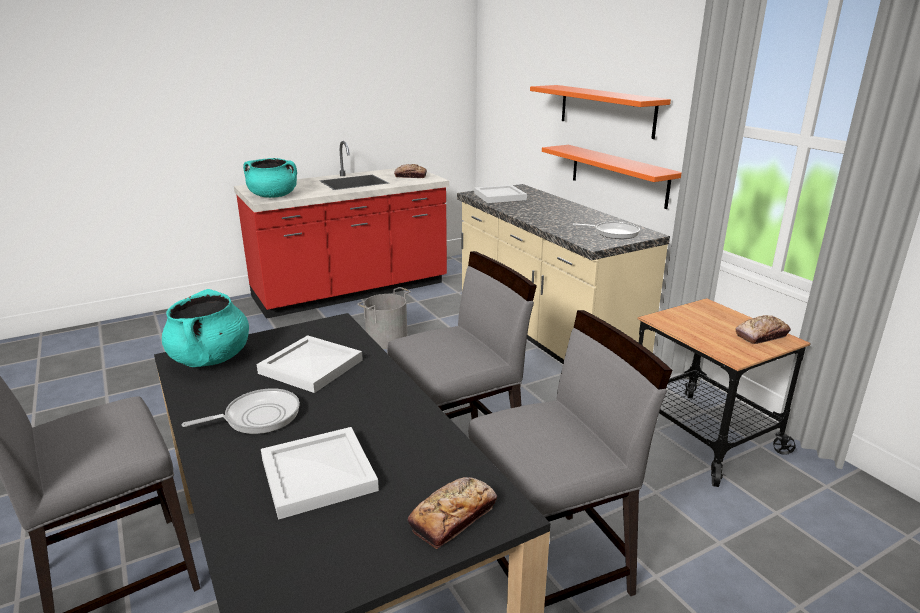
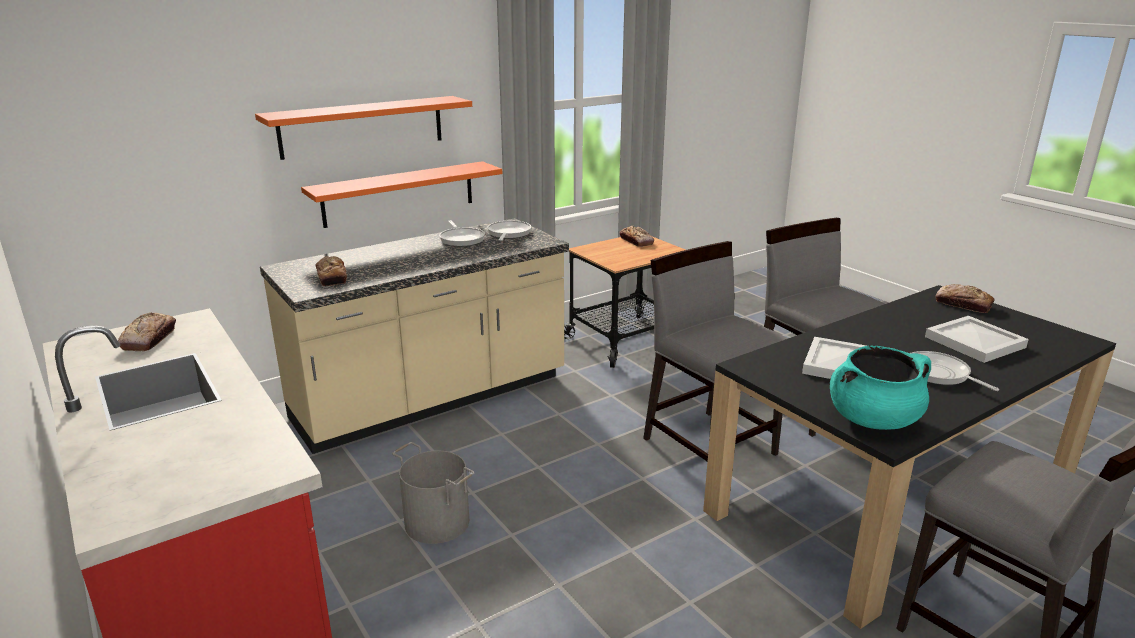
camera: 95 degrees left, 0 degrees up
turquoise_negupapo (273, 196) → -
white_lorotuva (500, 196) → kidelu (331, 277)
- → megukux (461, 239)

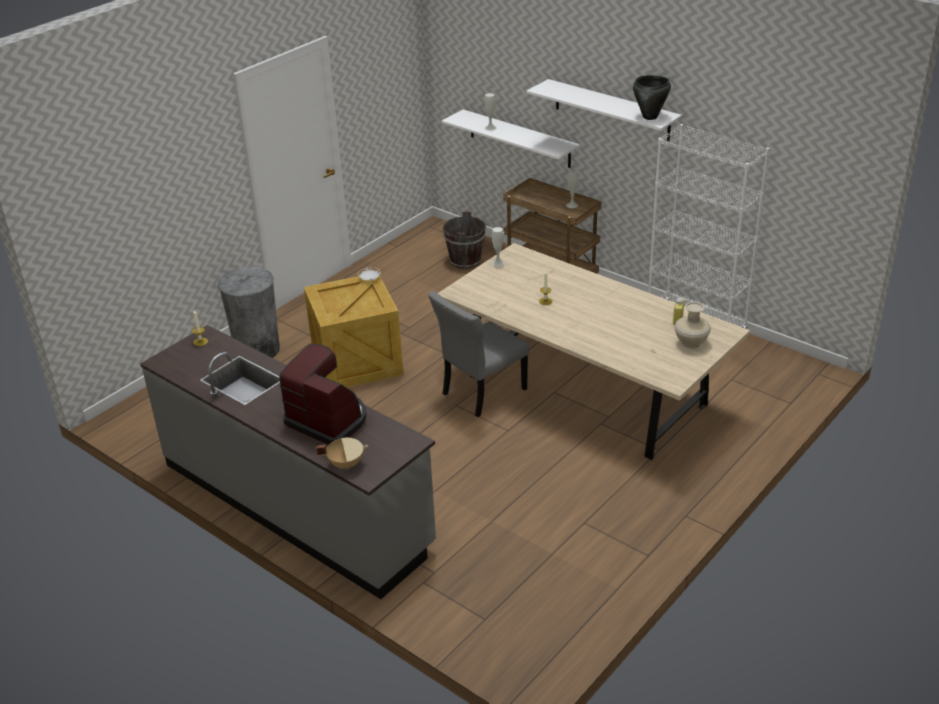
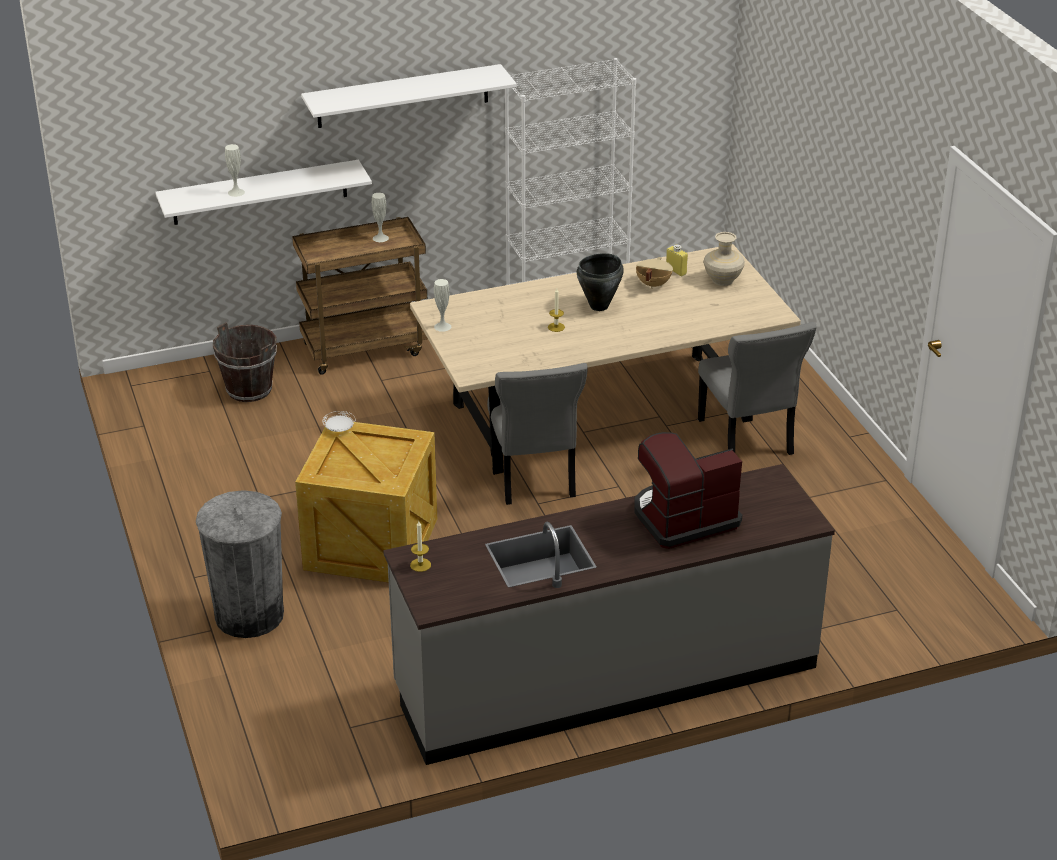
camera: 60 degrees left, 0 degrees up
beige_negupapo (345, 464) → beige_negupapo (652, 284), move
black_negupapo (650, 117) → black_negupapo (599, 306), move
- → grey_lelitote (746, 439)

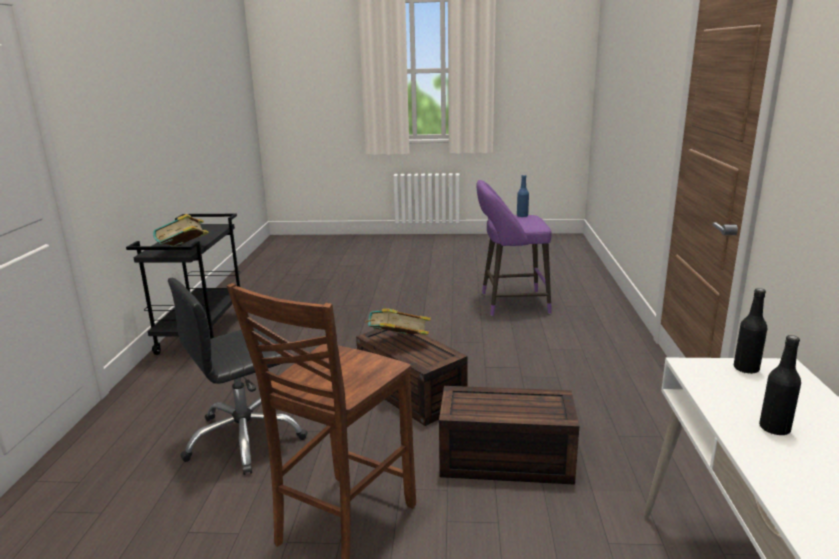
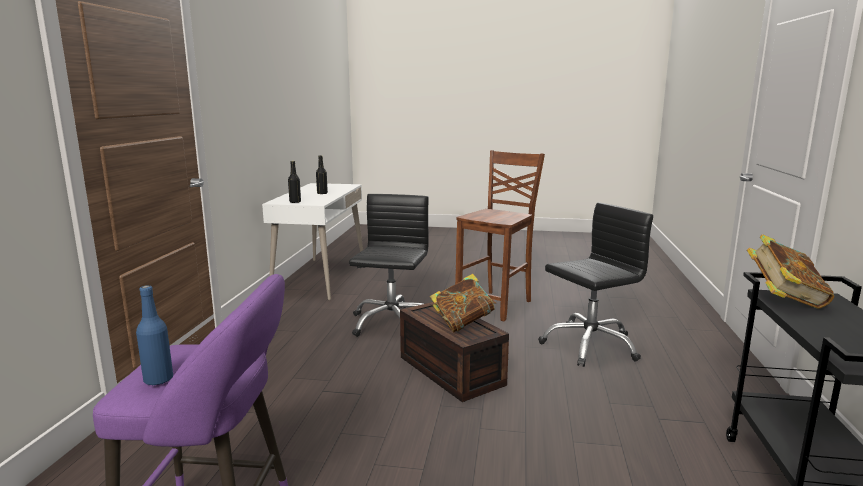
camera: 175 degrees left, 5 degrees down
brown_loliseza (503, 461) → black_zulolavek (391, 323)

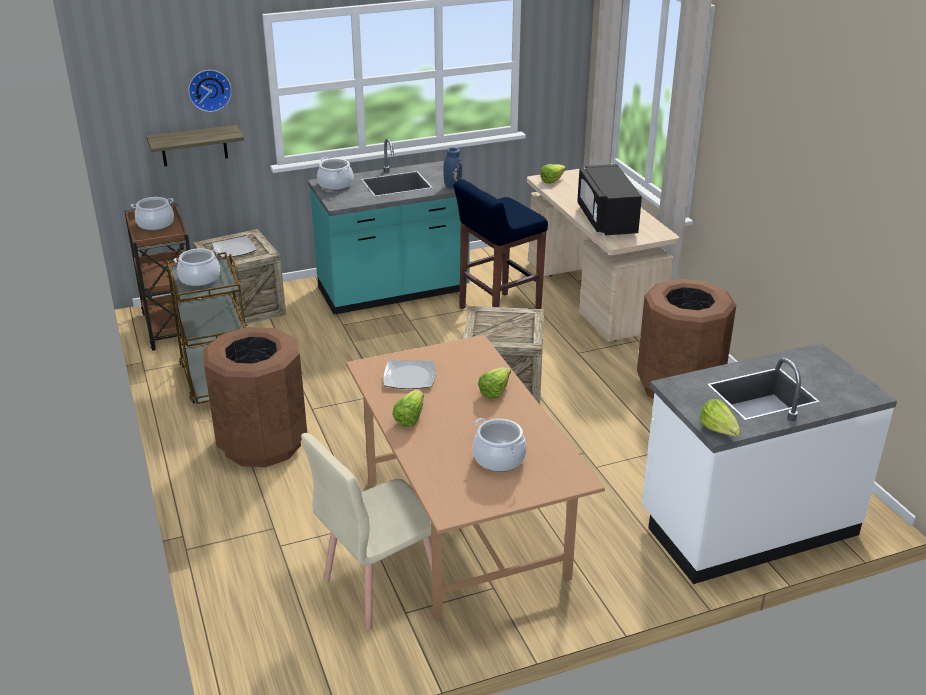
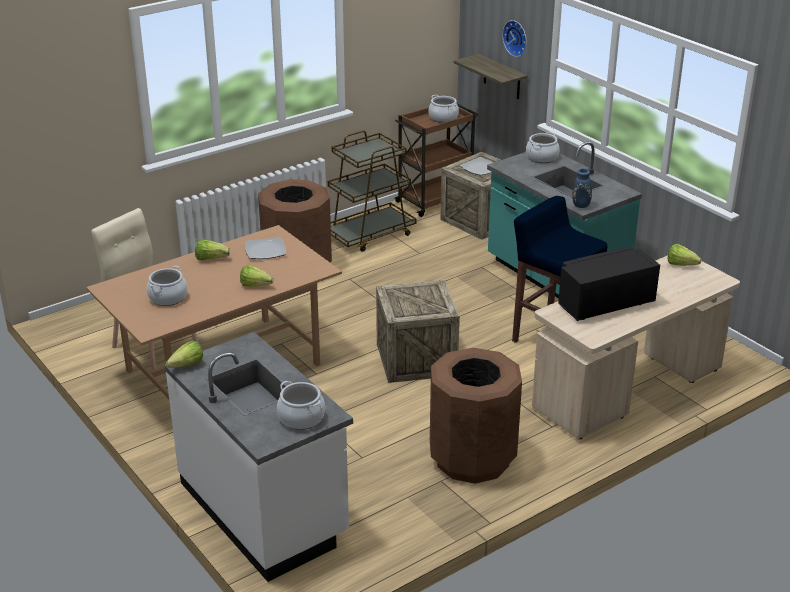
camera: 75 degrees right, 0 degrees up
negupapo (200, 279) → negupapo (301, 418), move

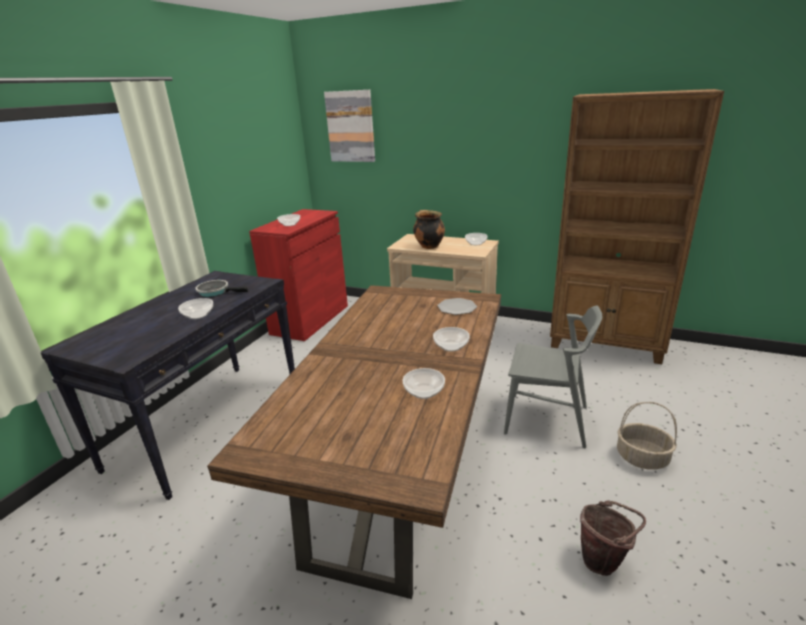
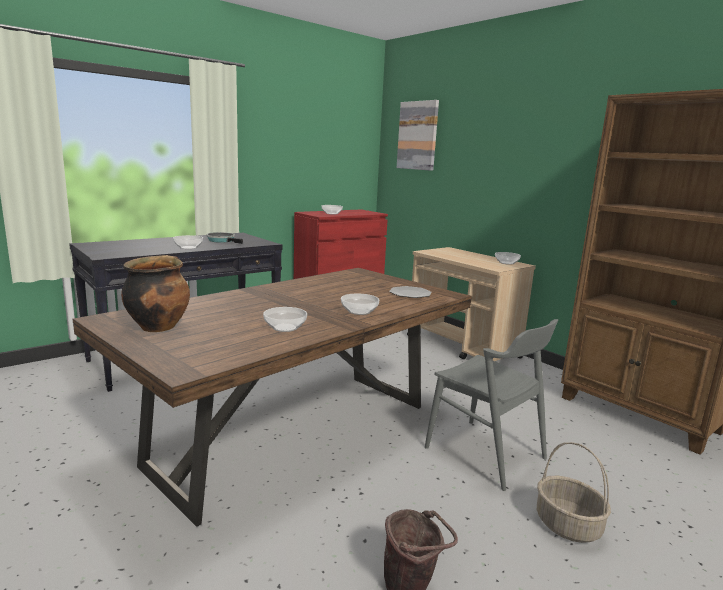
camera: 25 degrees right, 10 degrees down
negupapo (428, 246) → negupapo (158, 326), move

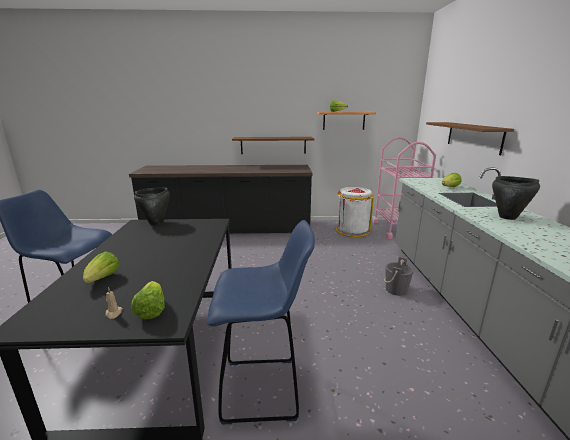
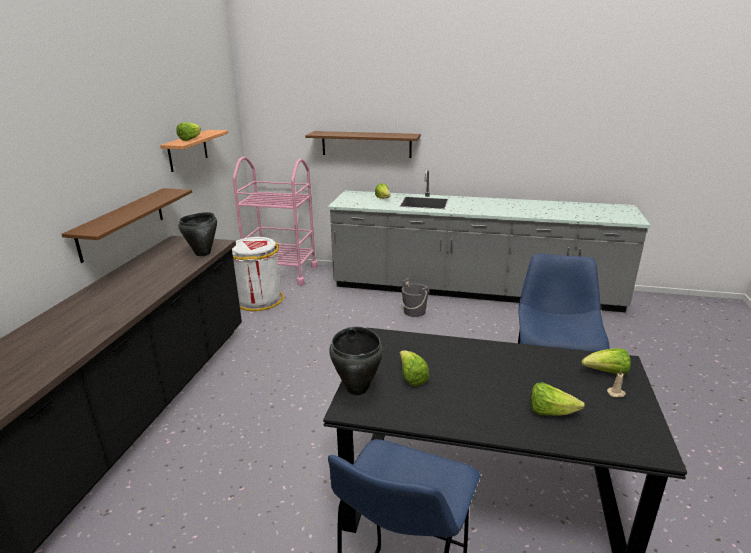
camera: 75 degrees left, 5 degrees up
black_negupapo (508, 217) → black_negupapo (203, 253), move
- → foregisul (412, 378)

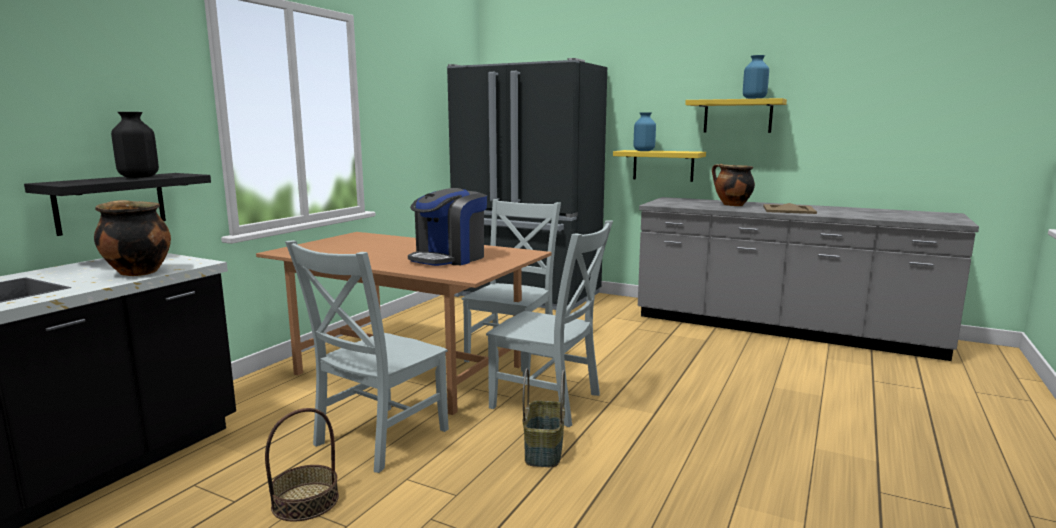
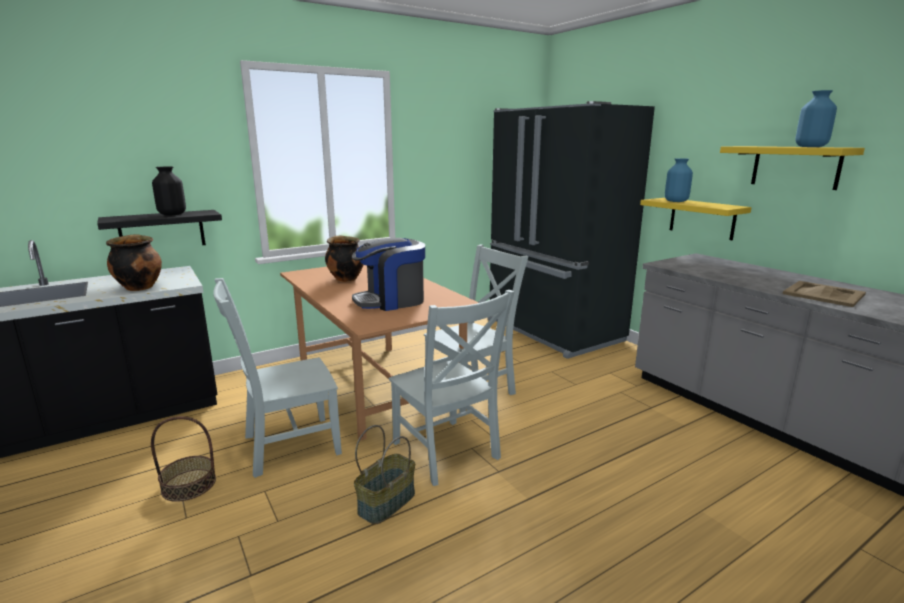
camera: 30 degrees right, 5 degrees up
negupapo (731, 205) → negupapo (345, 279), move

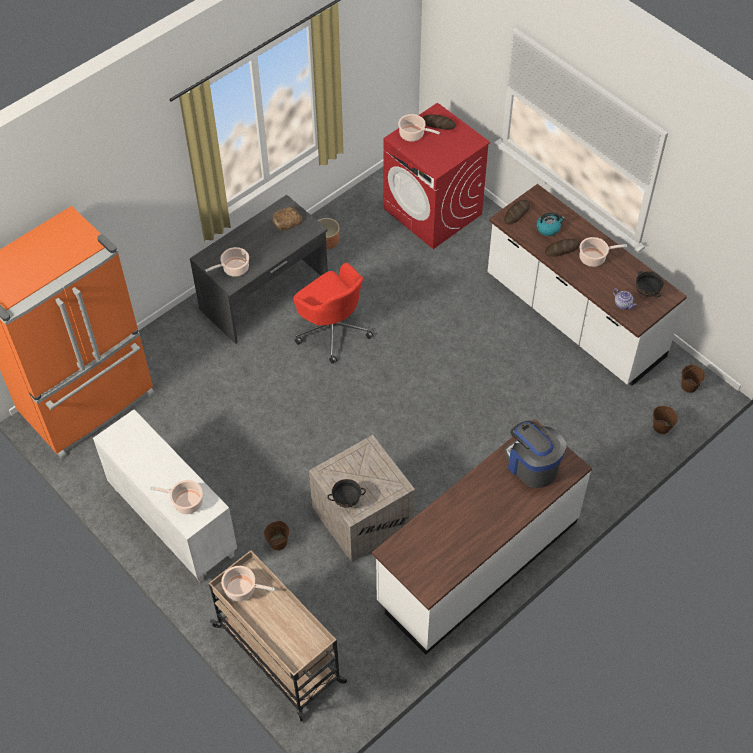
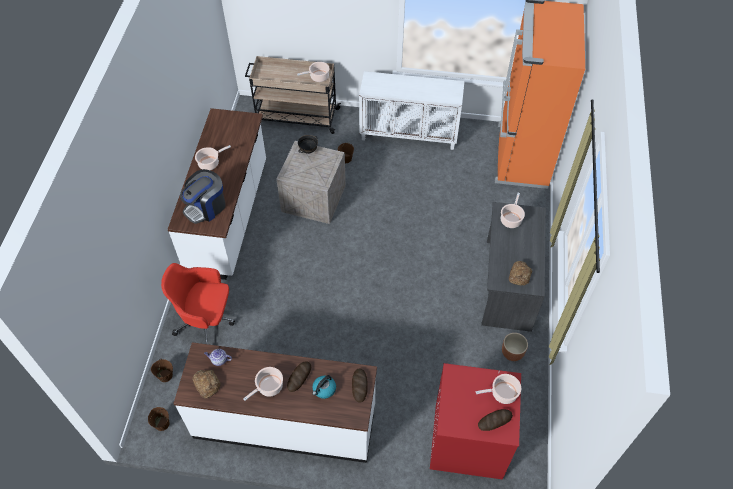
camera: 140 degrees right, 0 degrees up
negupapo (185, 502) → negupapo (210, 163), move
red_zulolavek (332, 329) → red_zulolavek (206, 321), move
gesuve (532, 465) → gesuve (206, 207), 120 degrees clockwise
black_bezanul (647, 292) → kidelu (206, 384)

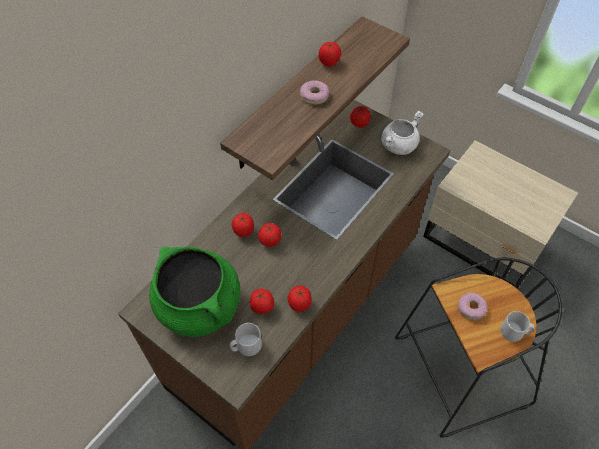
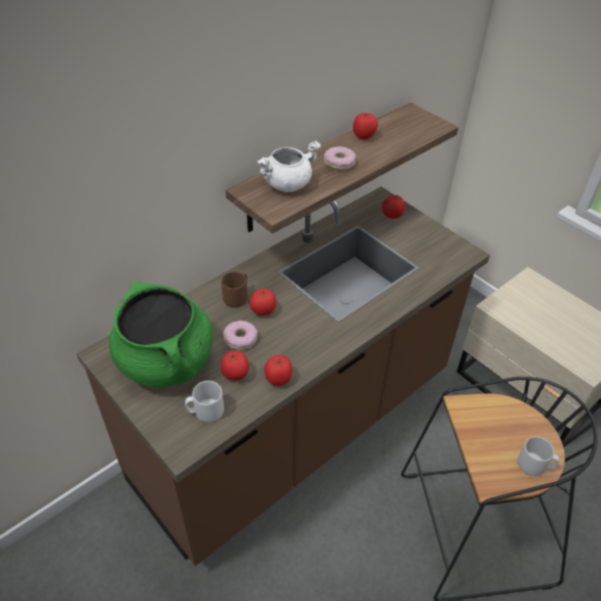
camera: 10 degrees right, 10 degrees down
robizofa (244, 231) → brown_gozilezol (237, 297)
white_negupapo (398, 145) → white_negupapo (287, 183), move
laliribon (471, 308) → laliribon (240, 339), move

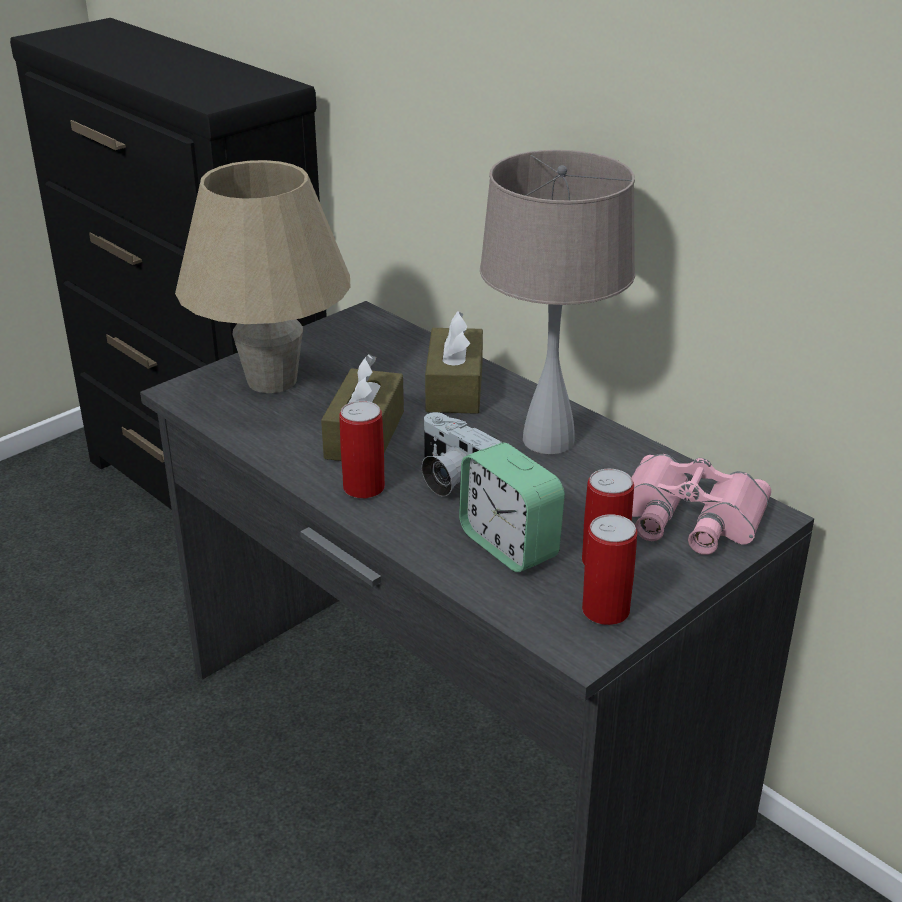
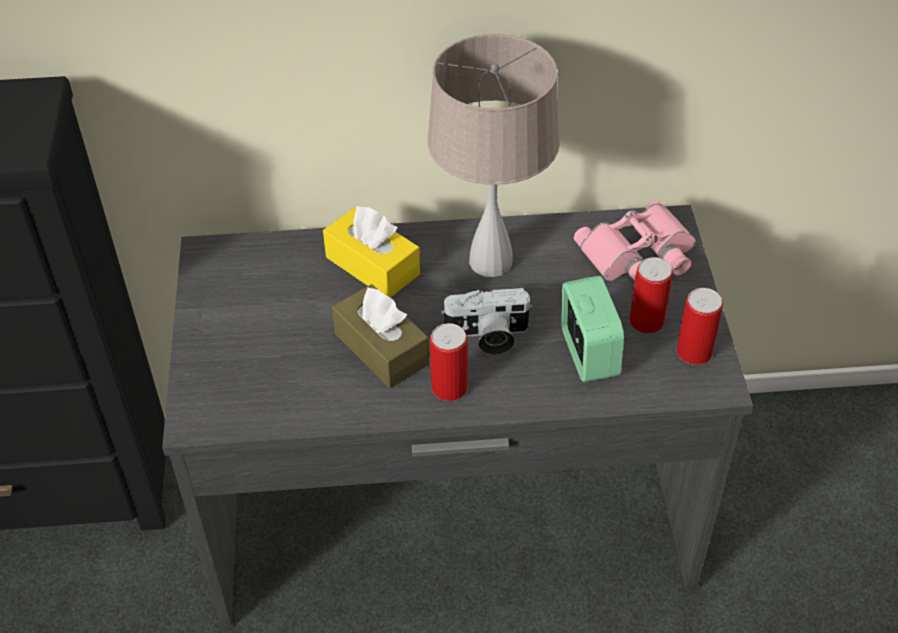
camera: 50 degrees left, 15 degrees up
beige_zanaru (272, 380) → -
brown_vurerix (454, 388) → yellow_vurerix (372, 266)
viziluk (509, 545) → viziluk (588, 354), 105 degrees counterclockwise

